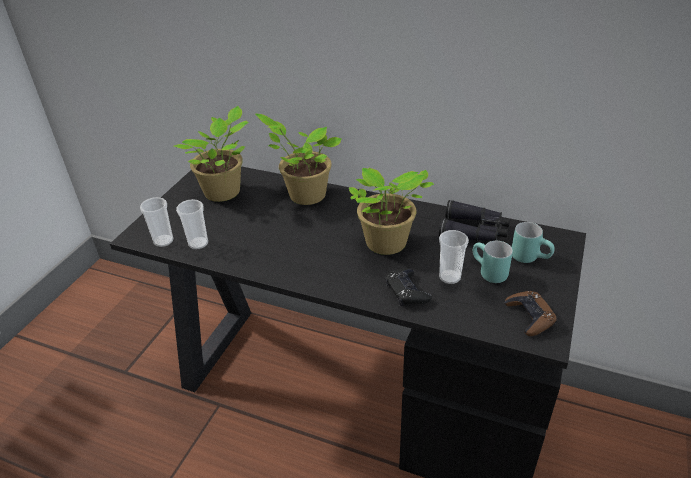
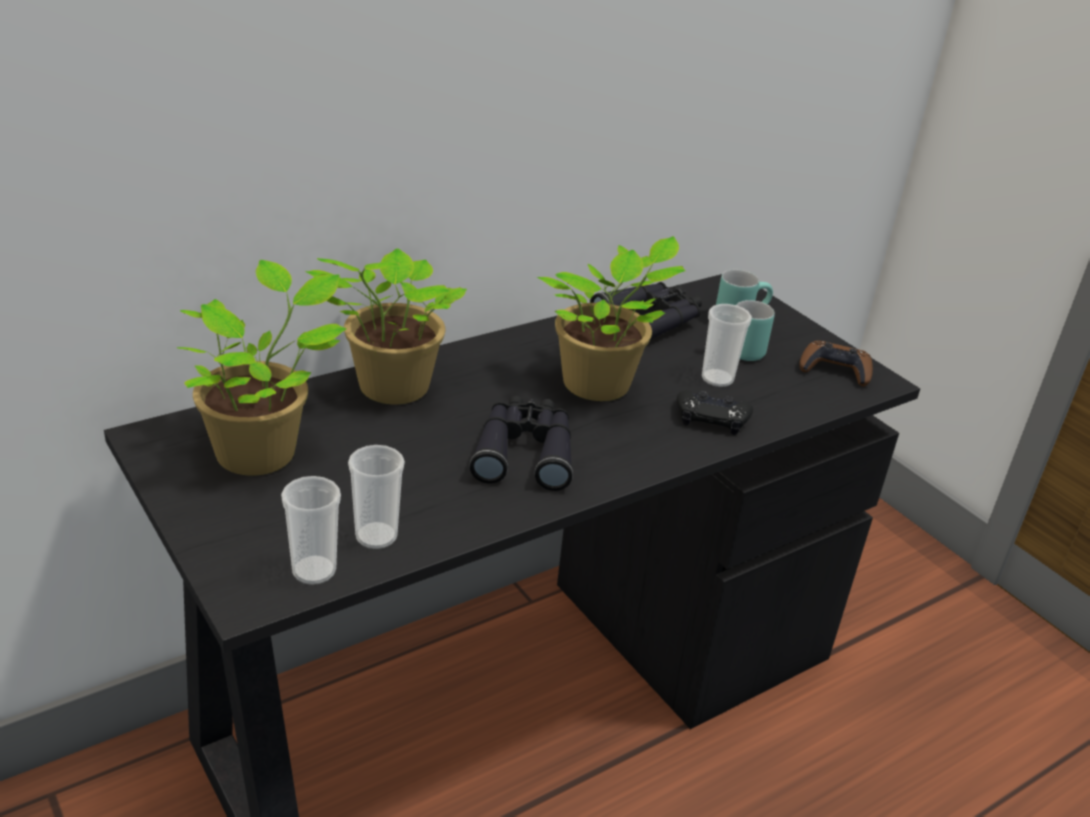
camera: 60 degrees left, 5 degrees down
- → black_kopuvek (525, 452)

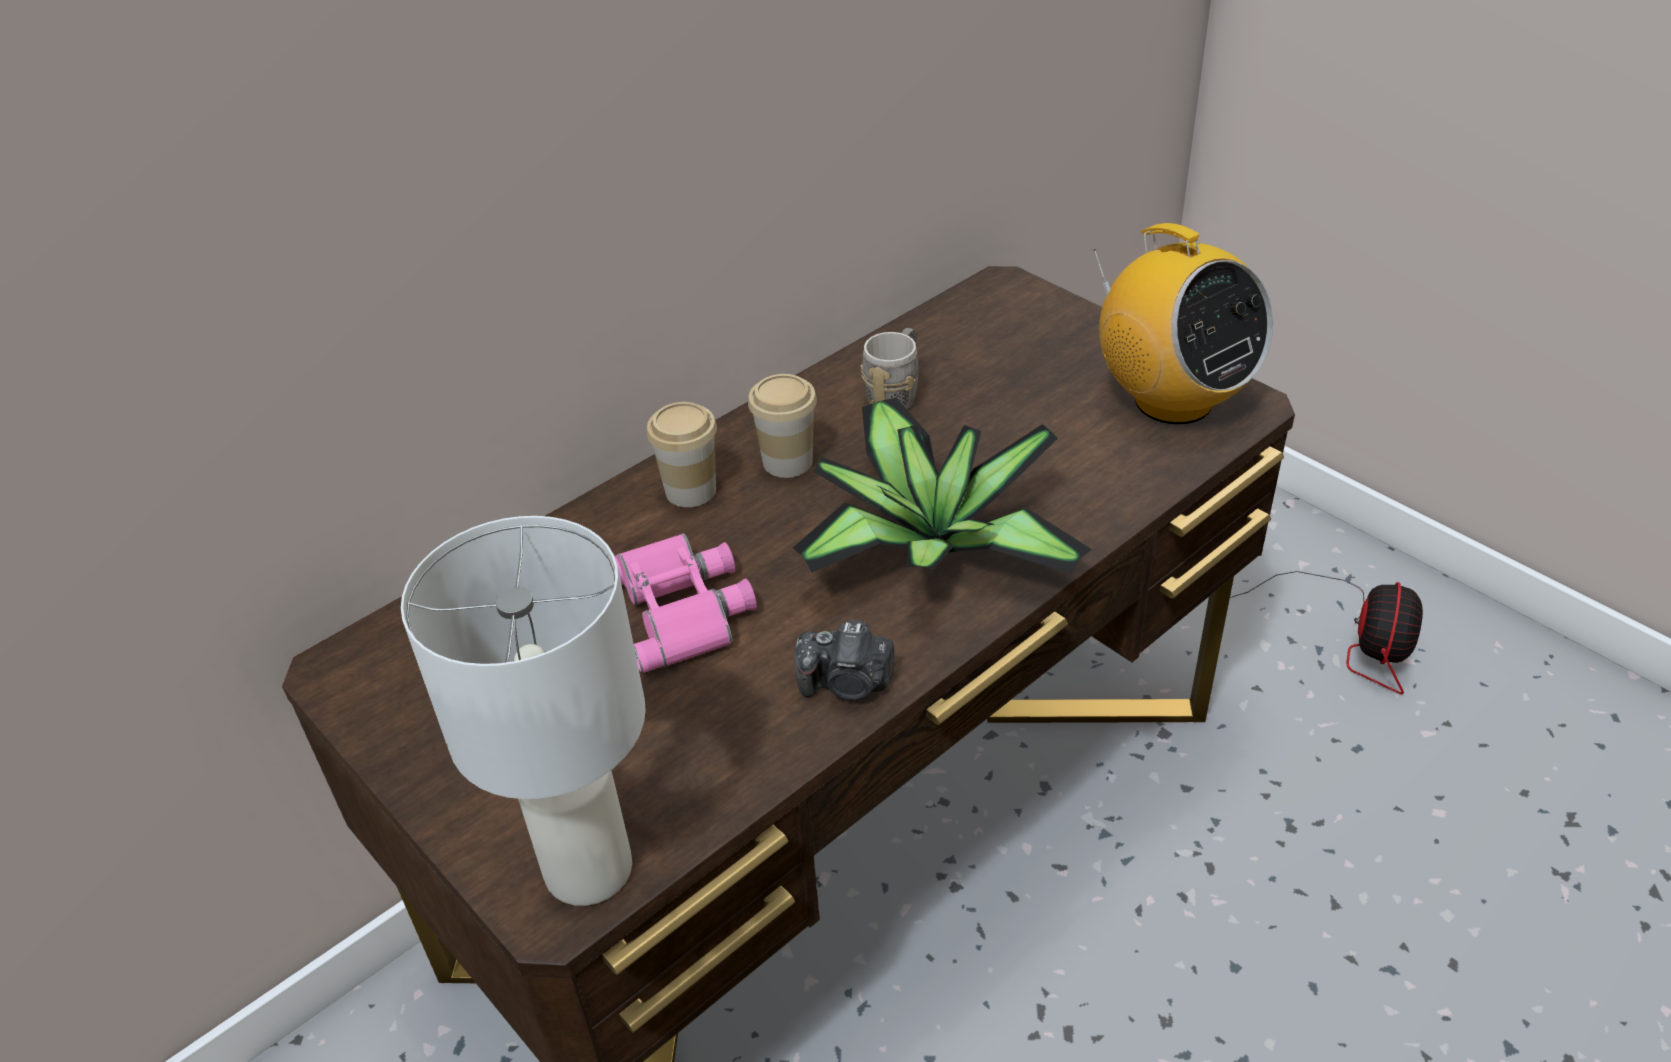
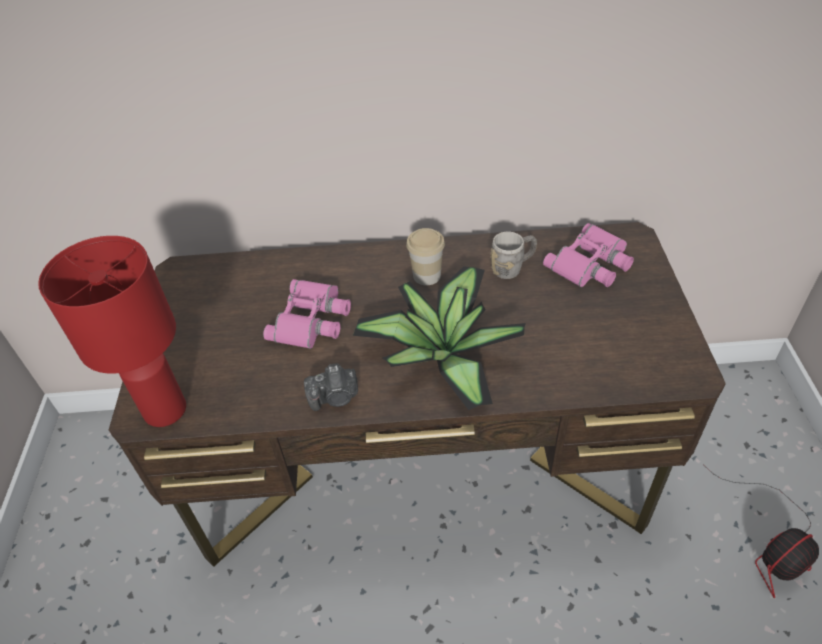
camera: 40 degrees right, 5 degrees up
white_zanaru (590, 870) → red_zanaru (165, 411)
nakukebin (691, 490) → -
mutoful (847, 683) → mutoful (335, 397), 60 degrees counterclockwise
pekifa (1172, 400) → -
- → pink_kopuvek (591, 264)

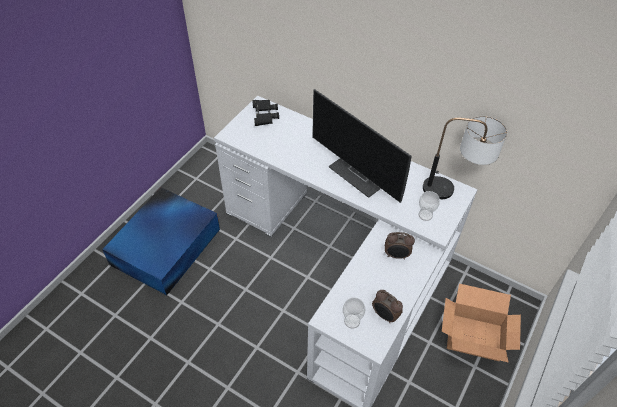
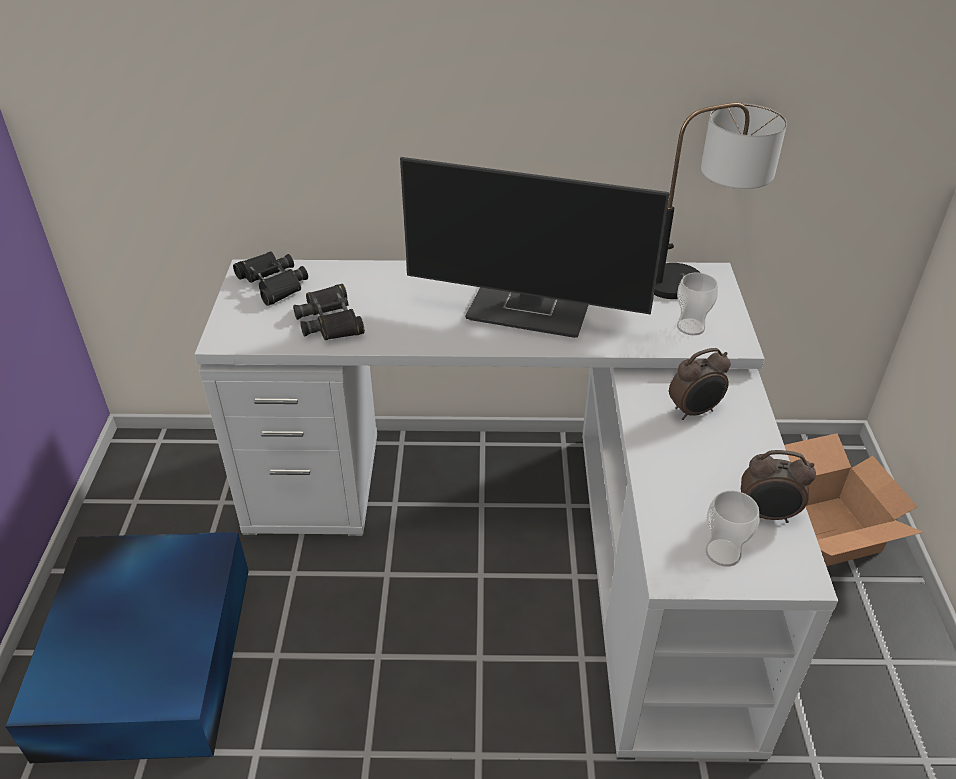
camera: 30 degrees left, 10 degrees down
- → black_kopuvek (330, 320)

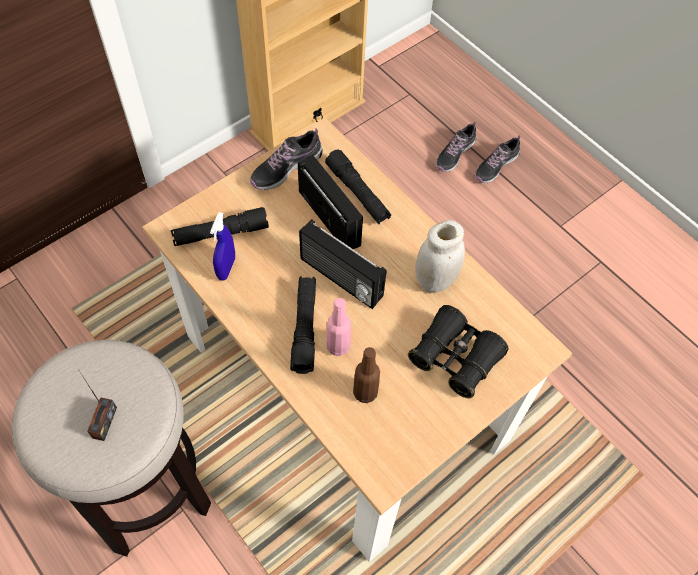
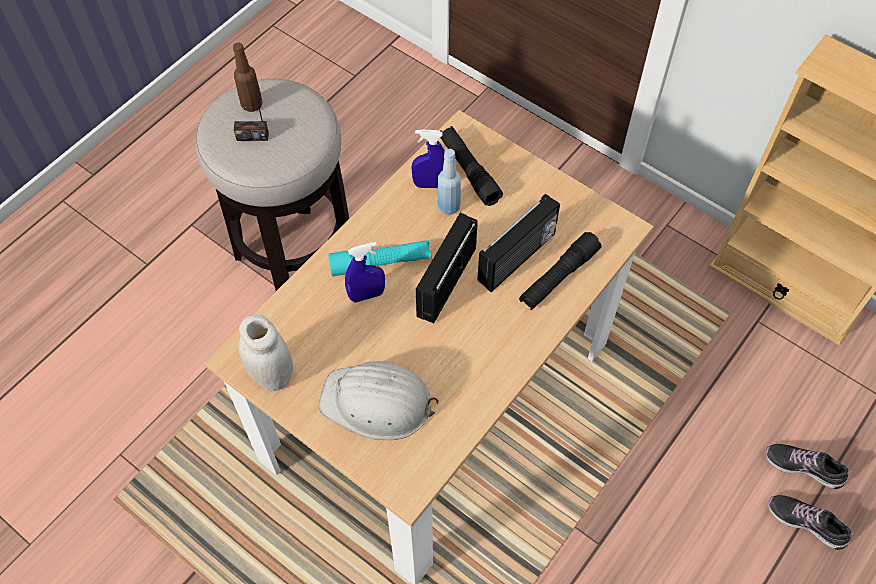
camera: 80 degrees right, 0 degrees up
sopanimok (286, 168) → -
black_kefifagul (305, 328) → turquoise_kefifagul (381, 263)
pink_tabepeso (338, 346) → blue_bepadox (367, 295)
brown_tabepeso (365, 393) → brown_tabepeso (252, 105), move
black_kopuvek (455, 357) → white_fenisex (377, 403)
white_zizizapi (435, 280) → white_zizizapi (272, 375), move
- → blue_tabepeso (448, 207)

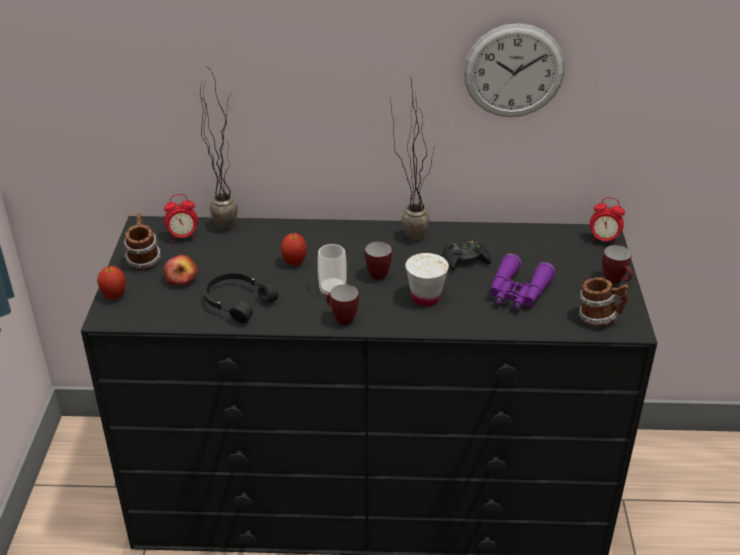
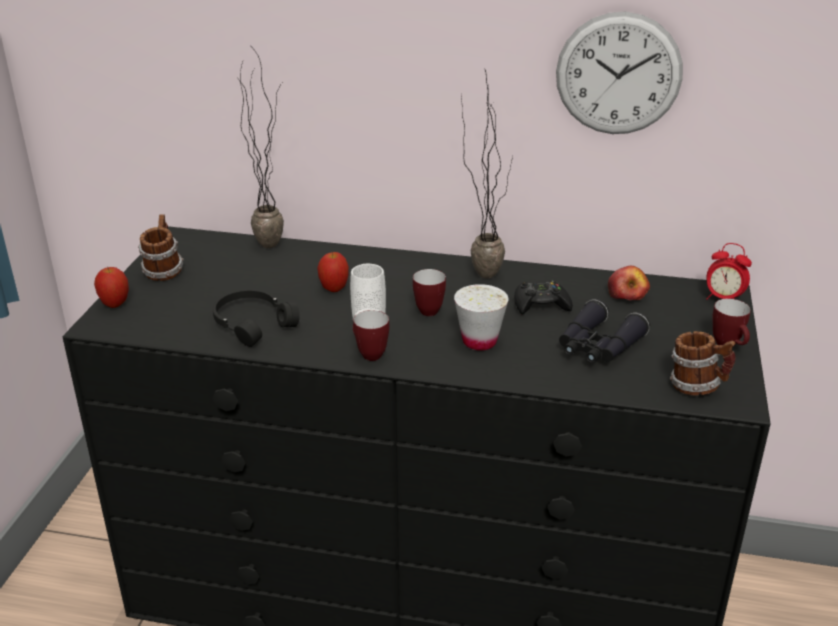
camera: 10 degrees right, 5 degrees down
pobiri (182, 278) → pobiri (627, 294), move
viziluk (183, 237) → -
purple_kopuvek (517, 292) → black_kopuvek (597, 346)

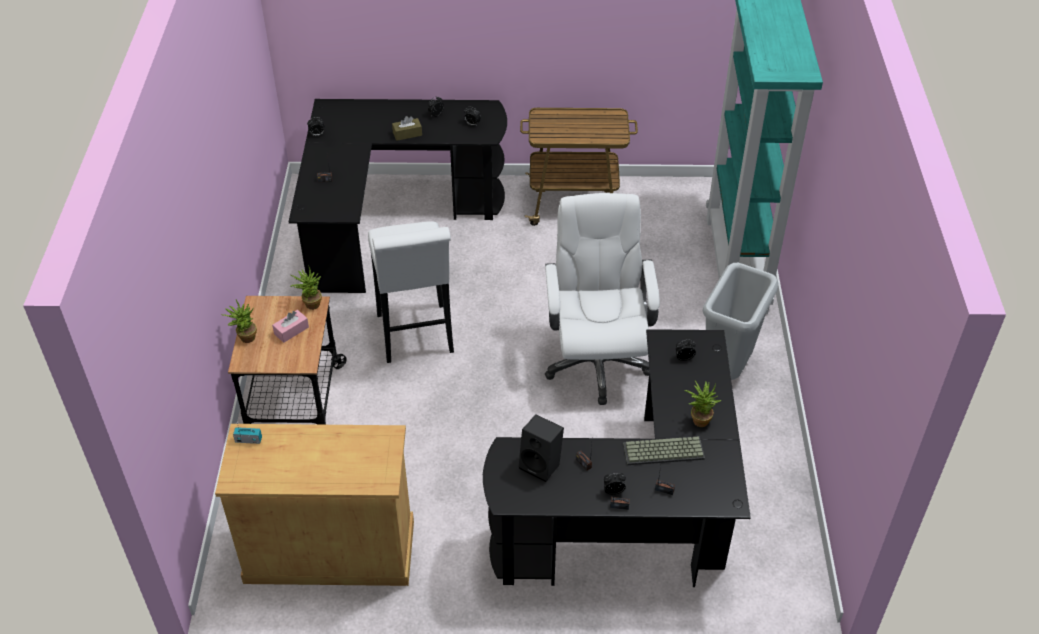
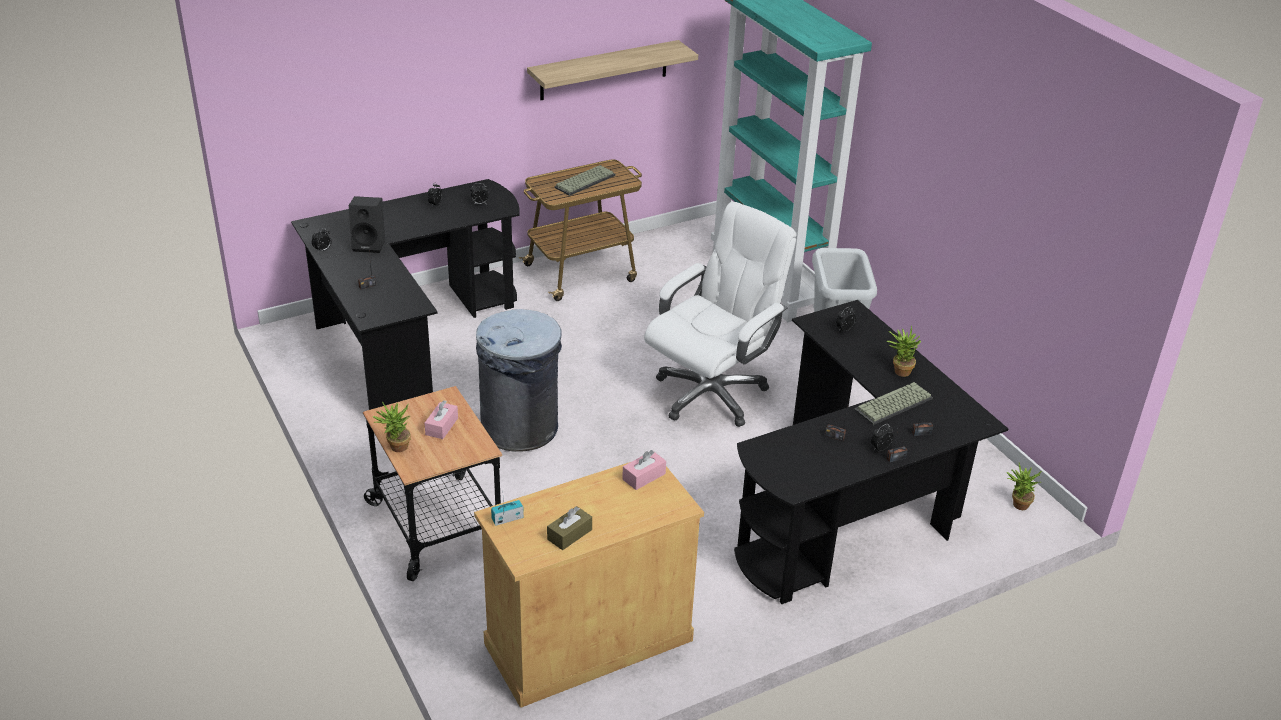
camera: 30 degrees left, 10 degrees down
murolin (310, 303) → murolin (1017, 505), move
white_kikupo (416, 338) → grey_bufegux (520, 428)
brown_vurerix (407, 134) → brown_vurerix (569, 534), move
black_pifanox (542, 465) → black_pifanox (370, 245), move
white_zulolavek (596, 362) → white_zulolavek (711, 393), 75 degrees clockwise
- → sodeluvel (604, 70)
- → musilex (584, 181)
- → pink_vurerix (644, 476)

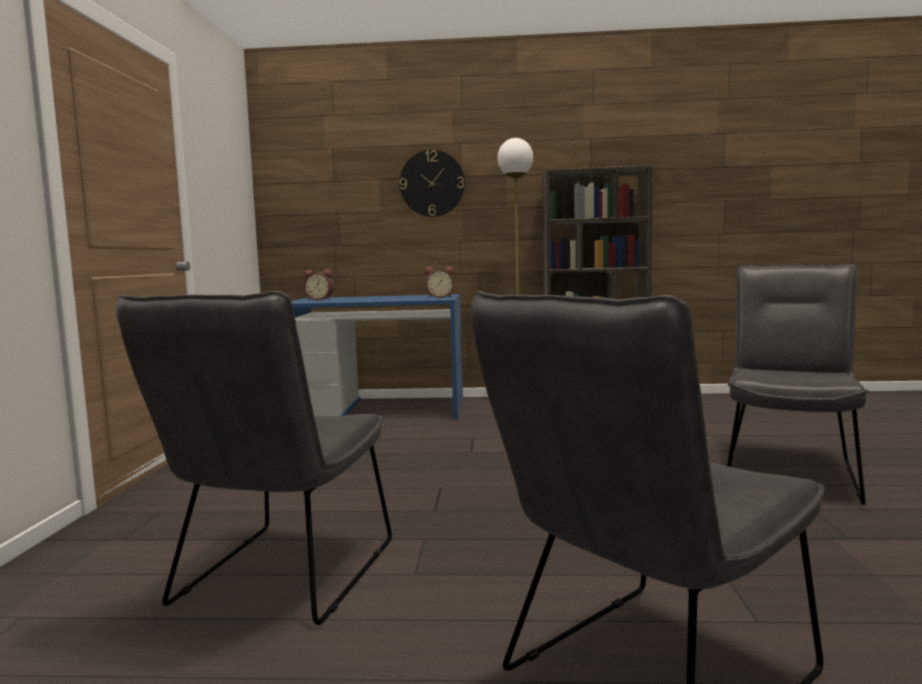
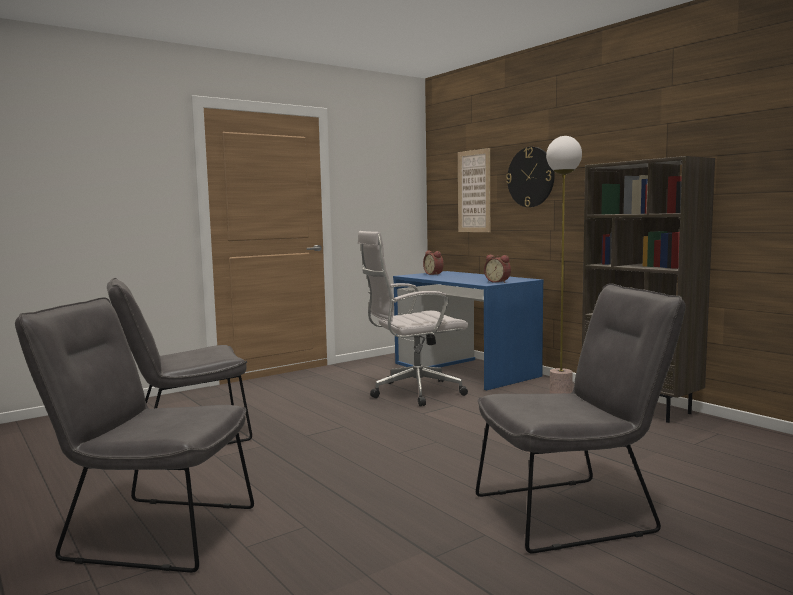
camera: 50 degrees right, 0 degrees up
- → white_zulolavek (413, 393)
- → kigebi (474, 191)

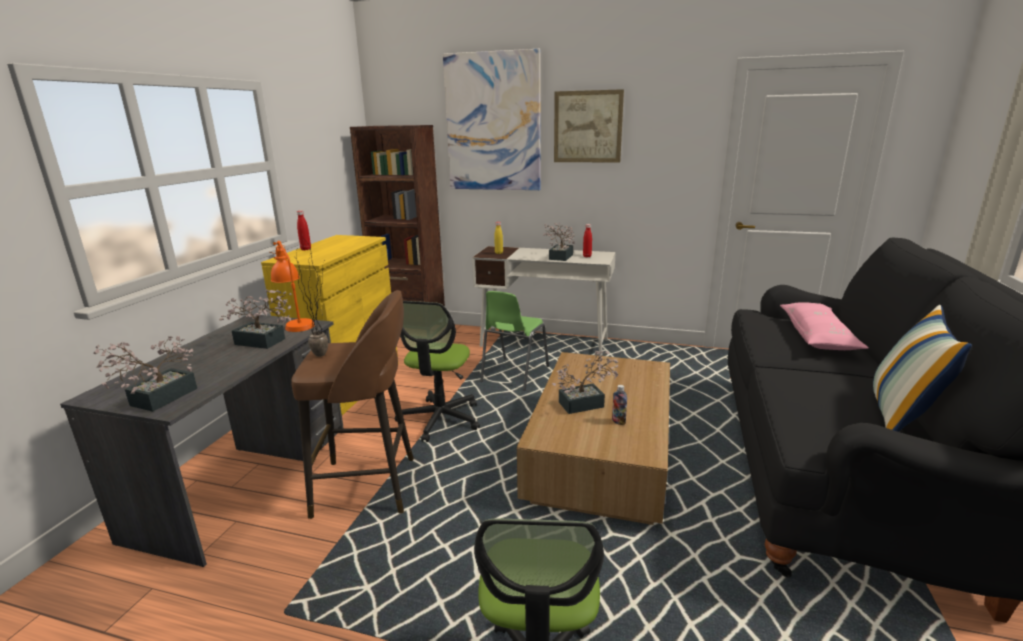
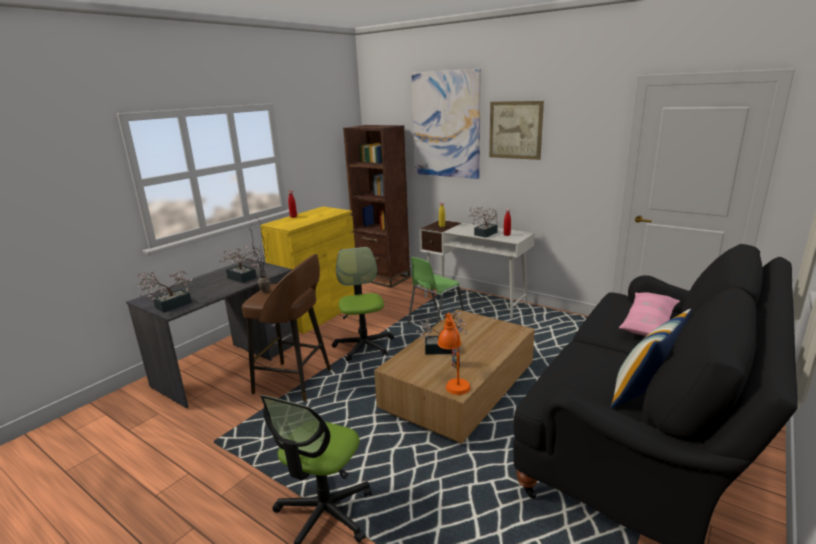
camera: 20 degrees right, 0 degrees up
orange_zanaru (295, 323) → orange_zanaru (453, 382), move
zulolavek (440, 419) → zulolavek (364, 346), 135 degrees clockwise

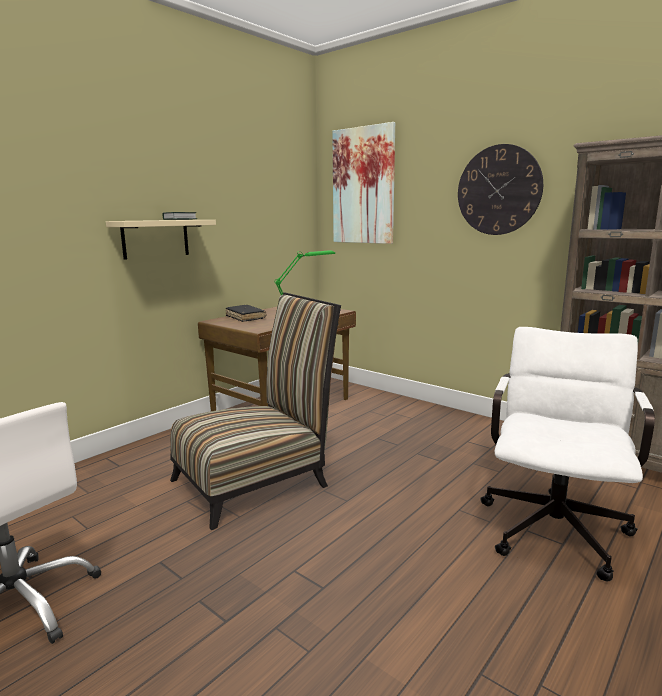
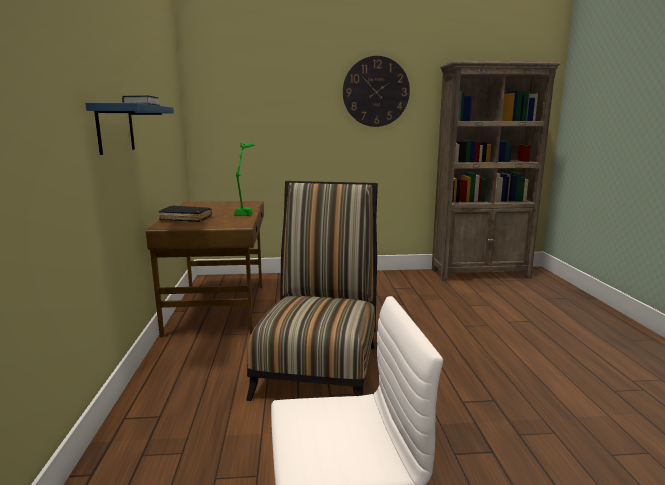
camera: 45 degrees left, 0 degrees up
beige_sodeluvel (155, 238) → blue_sodeluvel (115, 128)
kigebi (363, 186) → -
white_zulolavek (554, 523) → -

